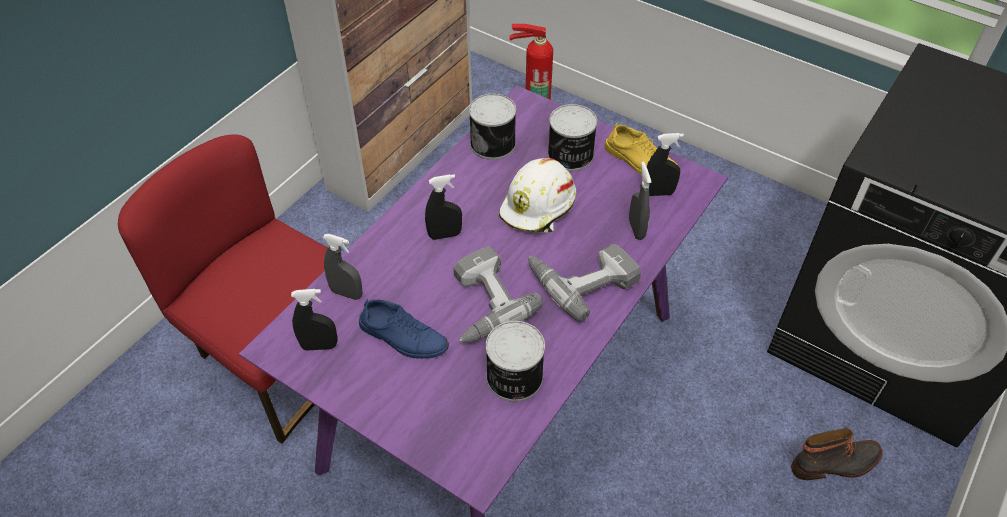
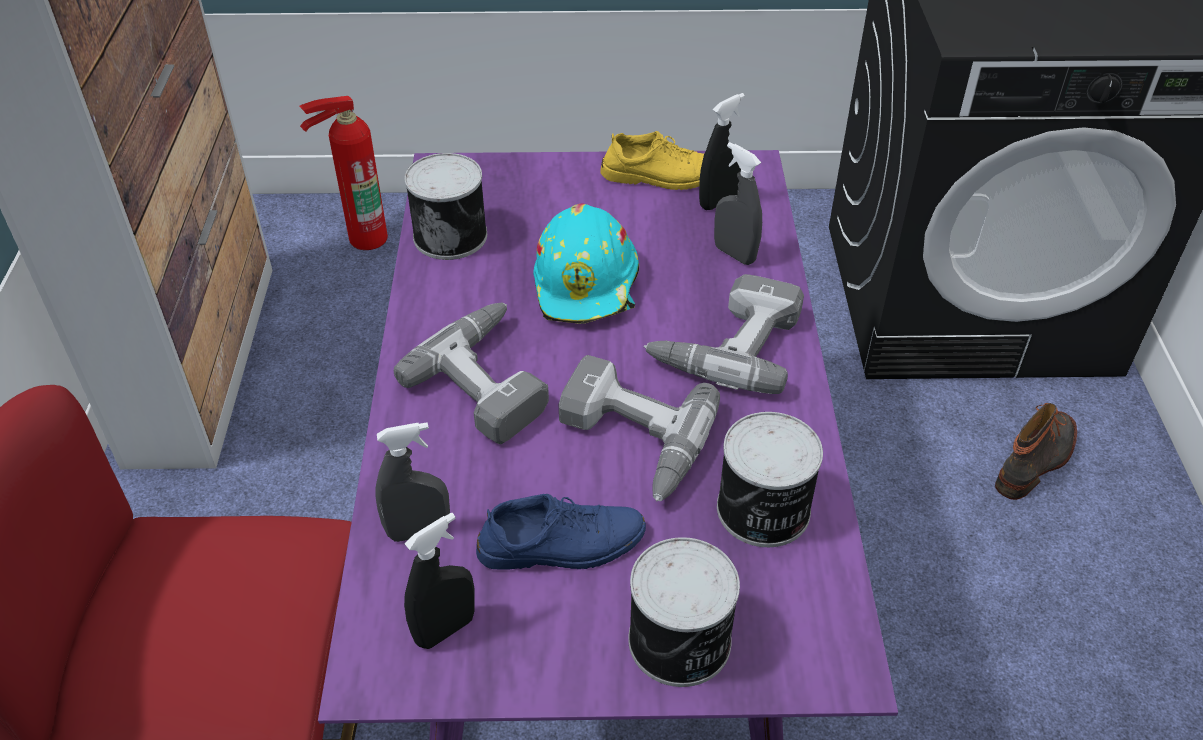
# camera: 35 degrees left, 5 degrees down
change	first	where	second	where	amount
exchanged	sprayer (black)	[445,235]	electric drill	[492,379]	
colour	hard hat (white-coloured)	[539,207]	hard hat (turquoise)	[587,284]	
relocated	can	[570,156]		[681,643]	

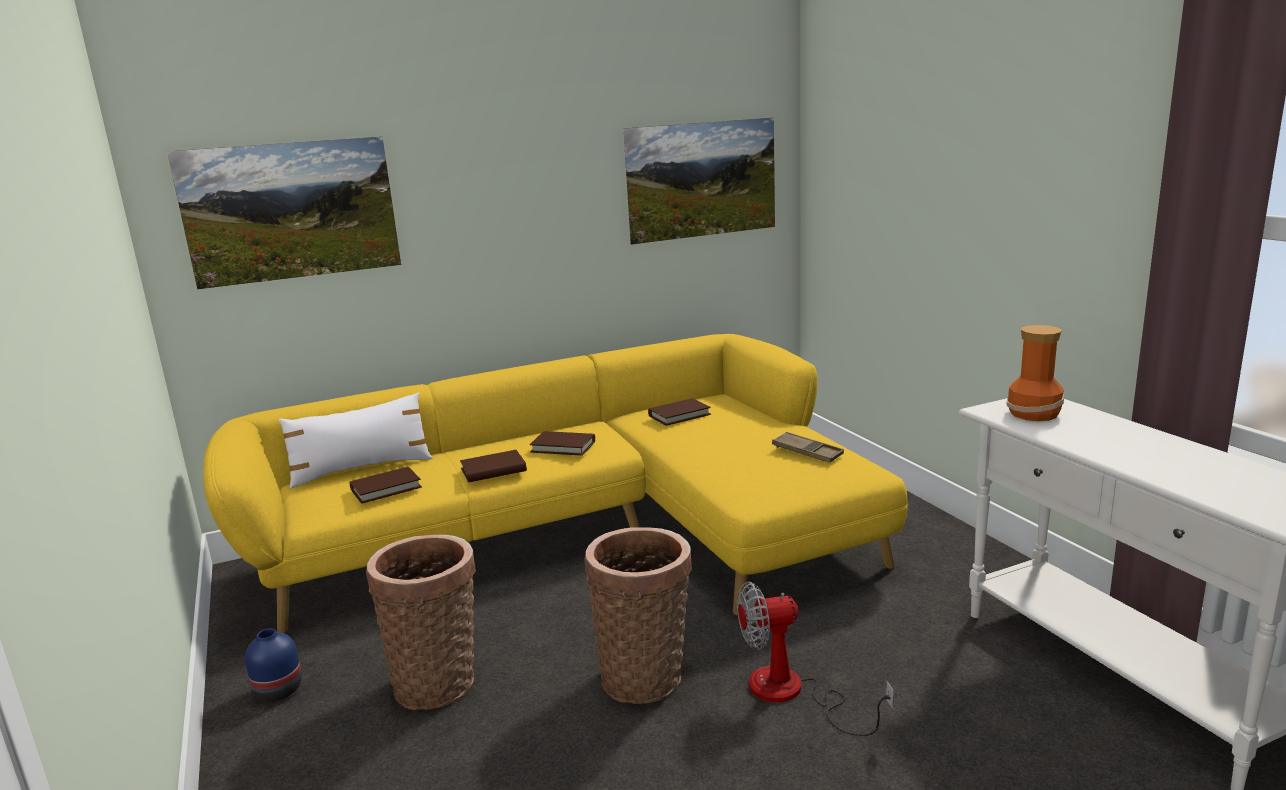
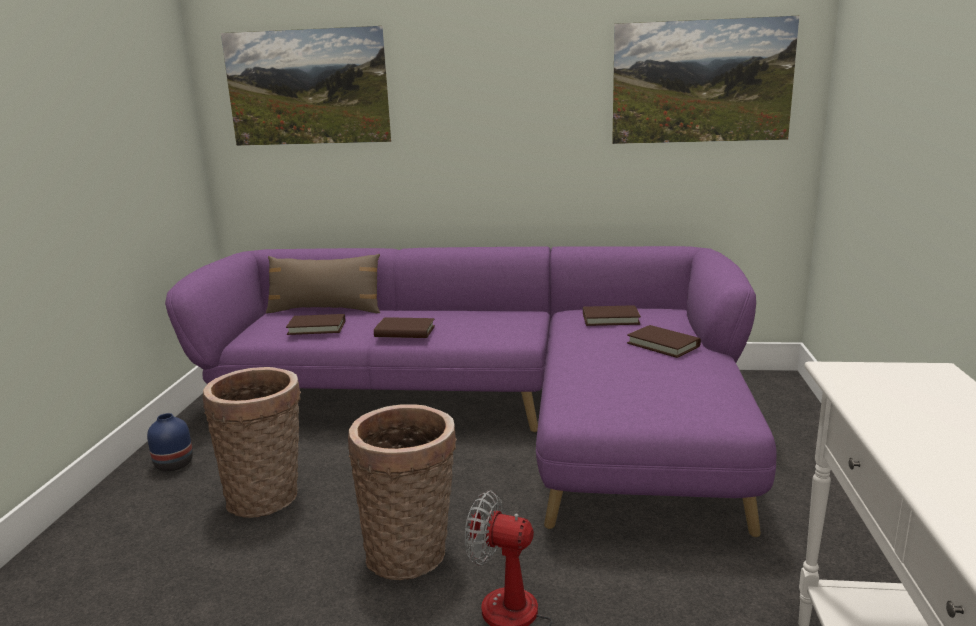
# camera: 30 degrees right, 0 degrees up
change	first	where	second	where	amount
colour	sofa (yellowish)	[588,536]	sofa (purple)	[497,415]	
colour	cushion (white-coloured)	[361,469]	cushion (brownish)	[325,310]	
relocated	book (brownish)	[563,446]		[663,345]	
missing	serving tray (brownish)	[807,452]			
missing	decorative vase	[1035,414]			

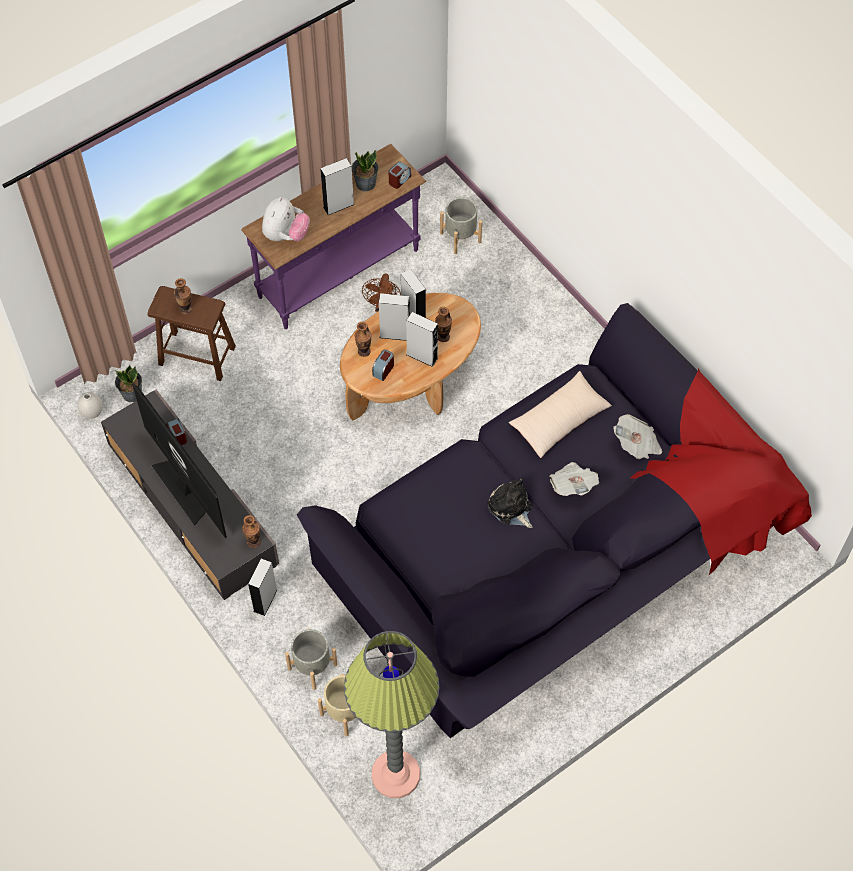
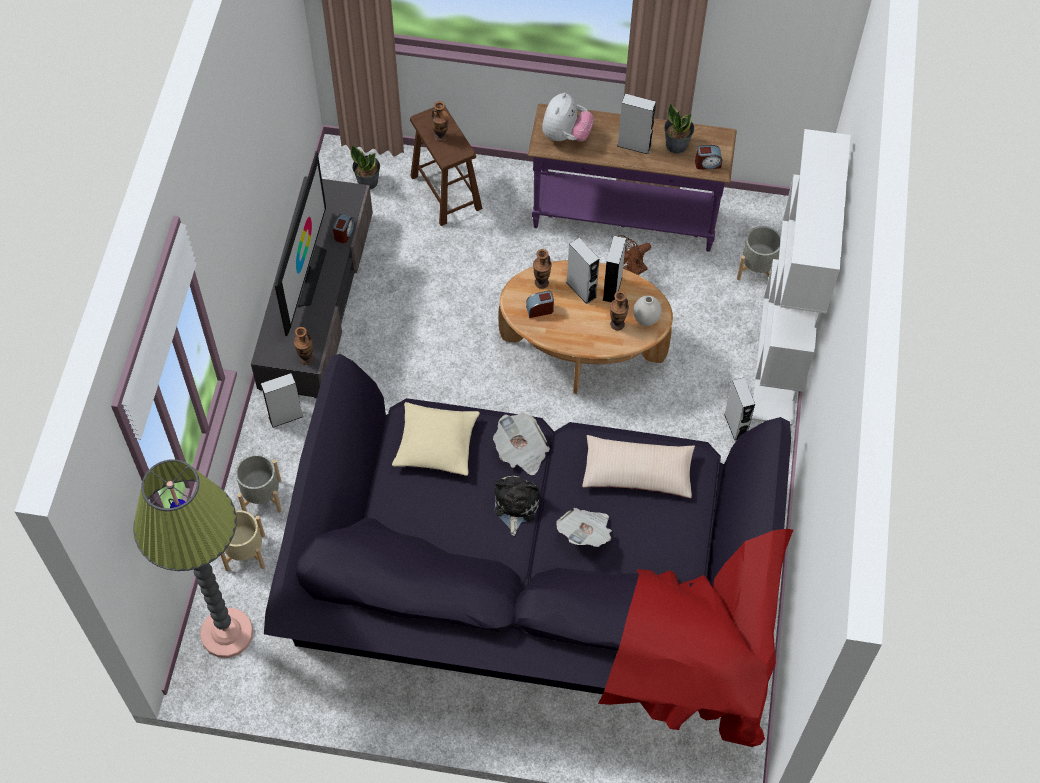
# camera: 45 degrees right, 0 degrees up
change	first	where	second	where	amount
relocated	decorative vase (white-coloured)	[93,413]		[646,320]	
spun	plush toy	[286,235]		[565,135]	45 degrees counterclockwise
relocated	audio speaker (gray)	[422,356]		[735,425]	
relocated	printed paper	[637,445]		[521,451]	
appeared			cushion (beige)	[436,444]	
appeared			bookcase (white-coloured)	[778,360]	

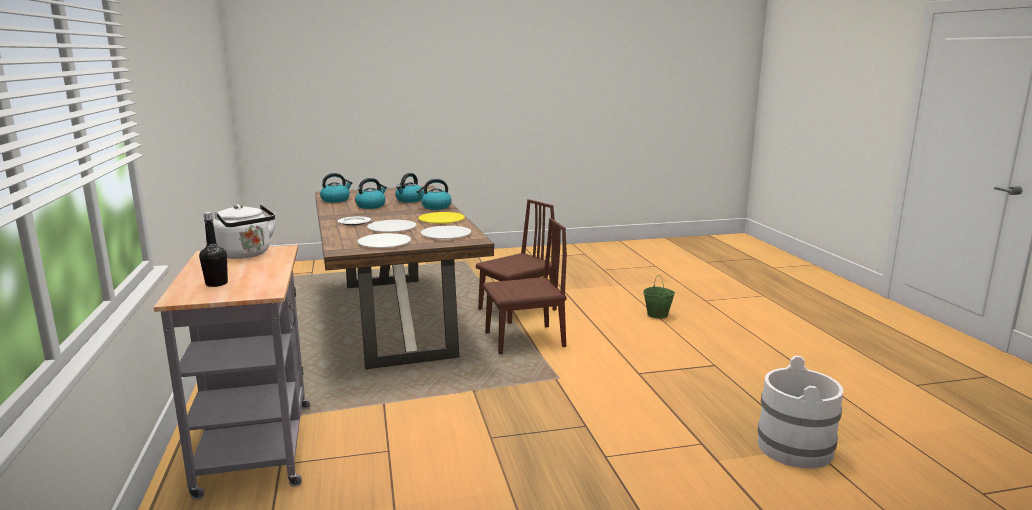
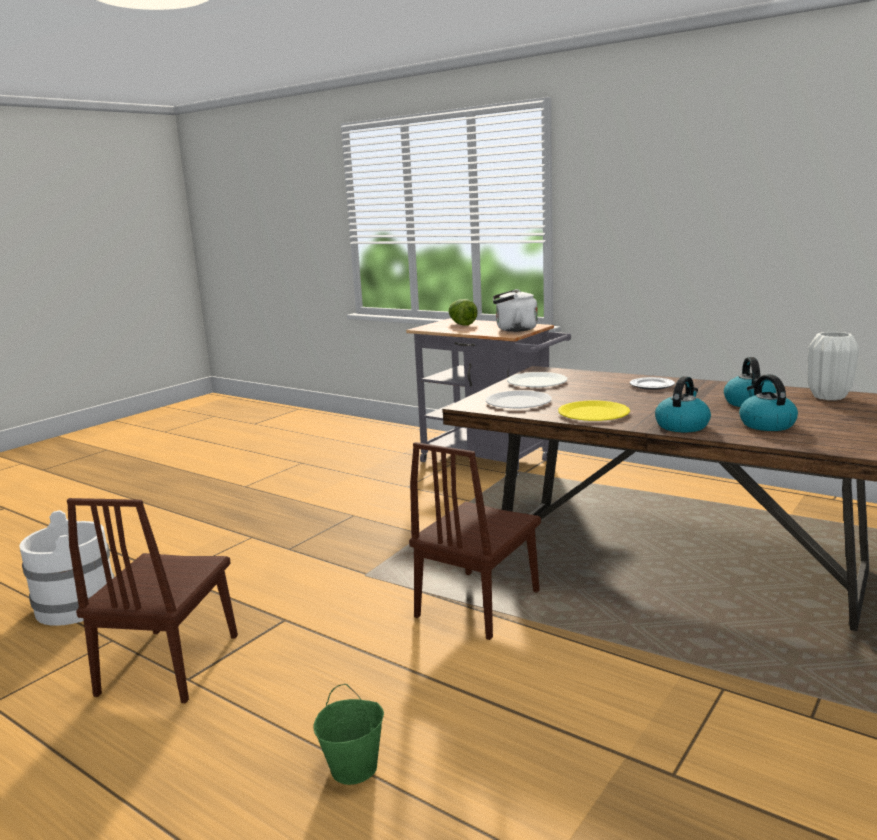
# camera: 140 degrees right, 0 degrees up
change	first	where	second	where	amount
exchanged	beverage bottle (black)	[216,283]	lettuce	[461,324]	
exchanged	water kettle	[336,200]	decorative vase (white-coloured)	[829,397]	
missing	flat dish (white-coloured)	[392,228]			
relocated	plain chair (brownish)	[517,310]		[169,664]	

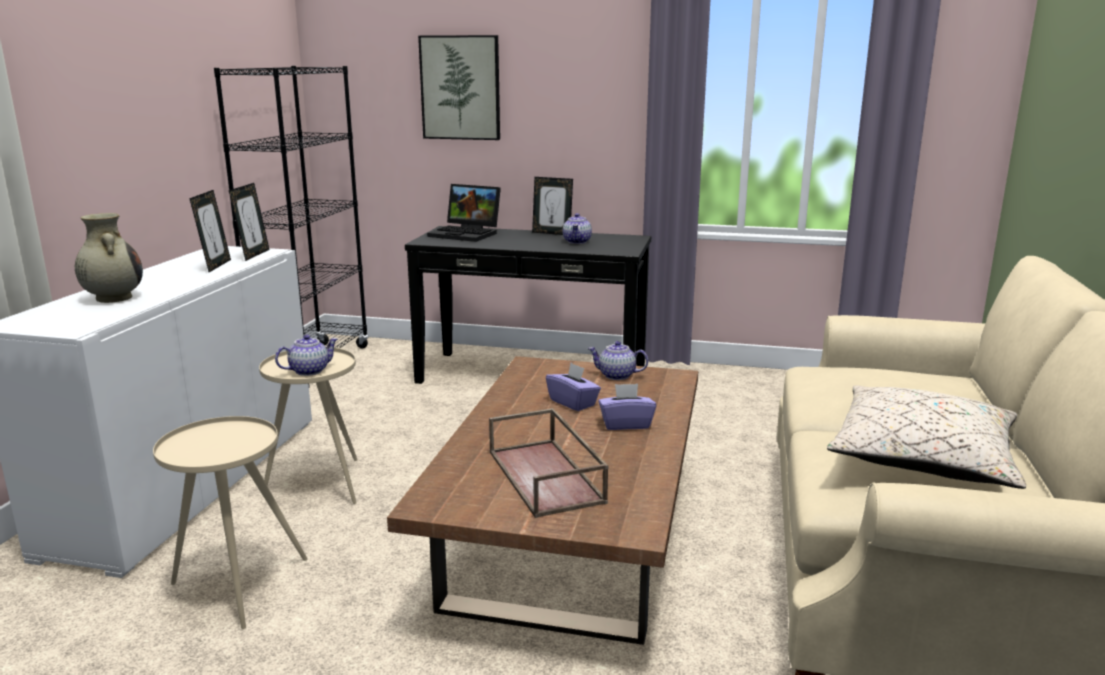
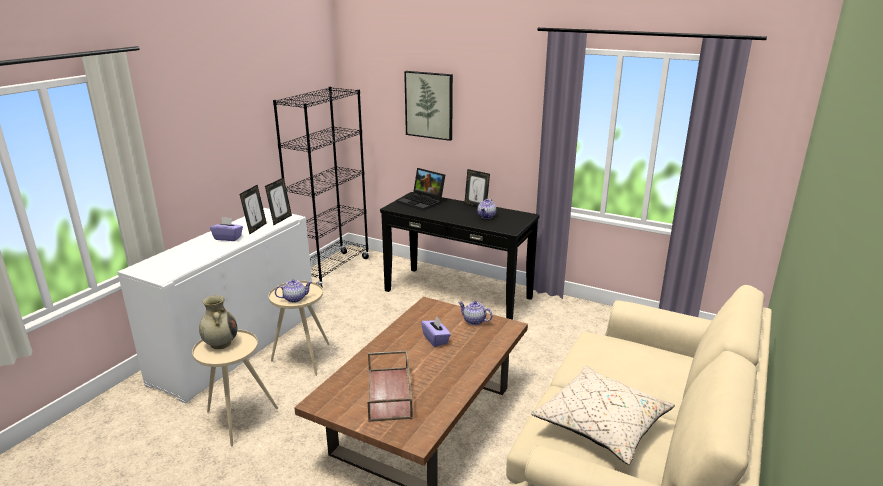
# camera: 15 degrees right, 5 degrees up
change	first	where	second	where	amount
relocated	decorative vase (beige)	[113,298]		[220,343]	
relocated	box of tissues (purple)	[626,424]		[228,238]	

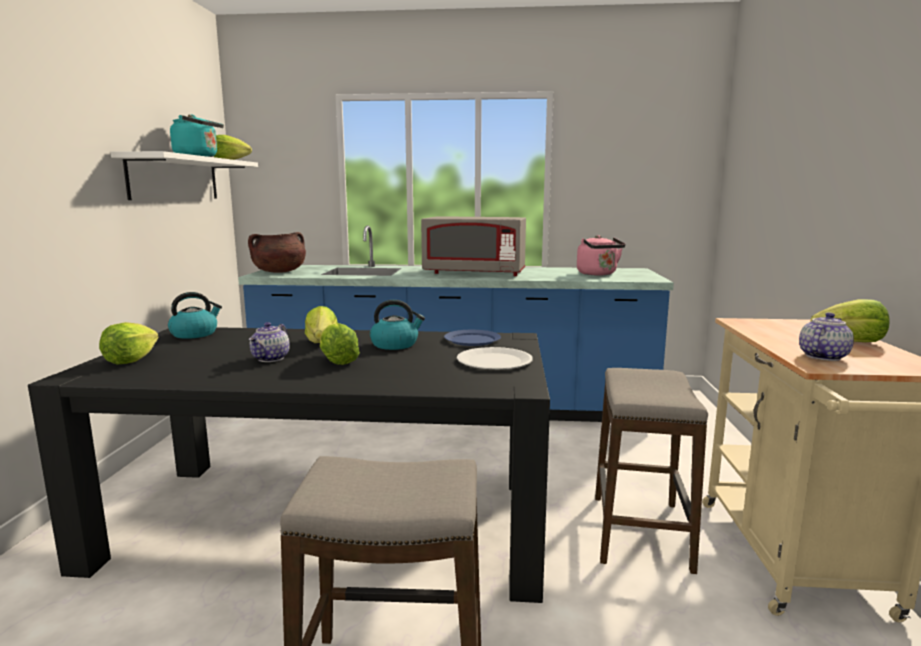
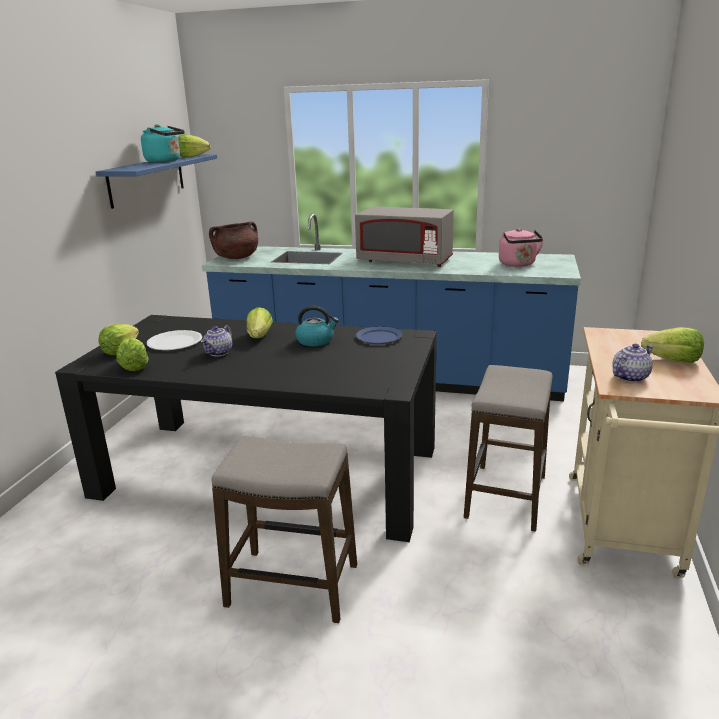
# camera: 10 degrees right, 10 degrees up
change	first	where	second	where	amount
colour	shelf (white-coloured)	[175,178]	shelf (bluish)	[147,179]	
missing	water kettle	[195,334]			
relocated	lettuce	[337,361]		[134,366]	
relocated	flat dish (white-coloured)	[494,361]		[175,342]	

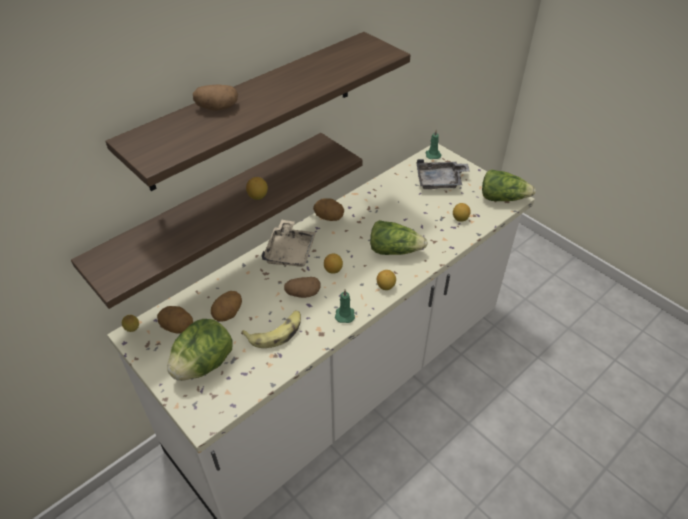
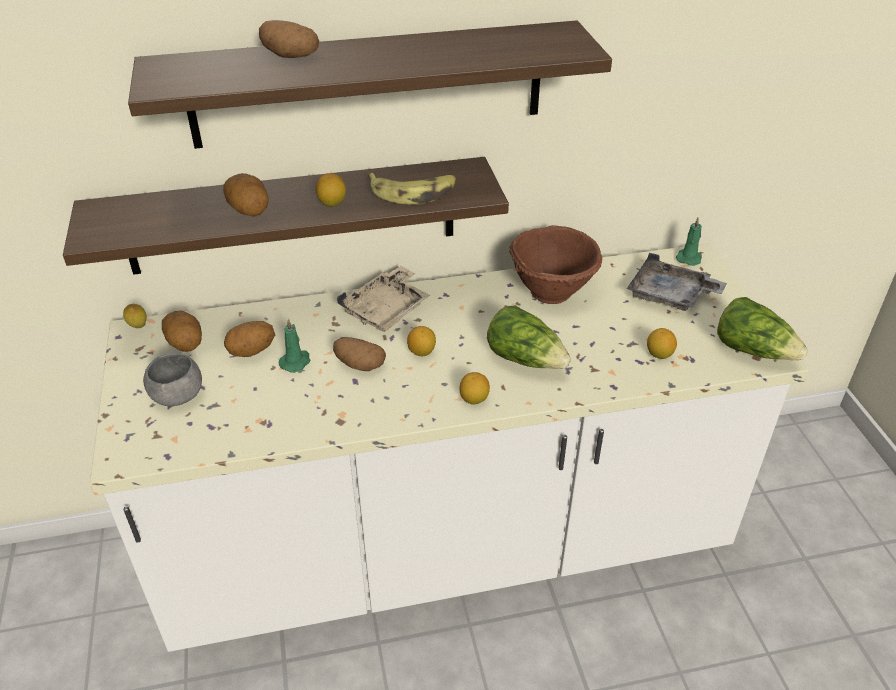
# camera: 30 degrees right, 5 degrees down
change	first	where	second	where	amount
exchanged	lettuce	[204,364]	serving bowl (gray)	[177,396]	
relocated	banana	[276,332]		[413,193]	
relocated	potato	[329,217]		[249,211]	
relocated	candle (green)	[345,314]		[296,362]	
appeared			serving bowl (brownish)	[552,290]	

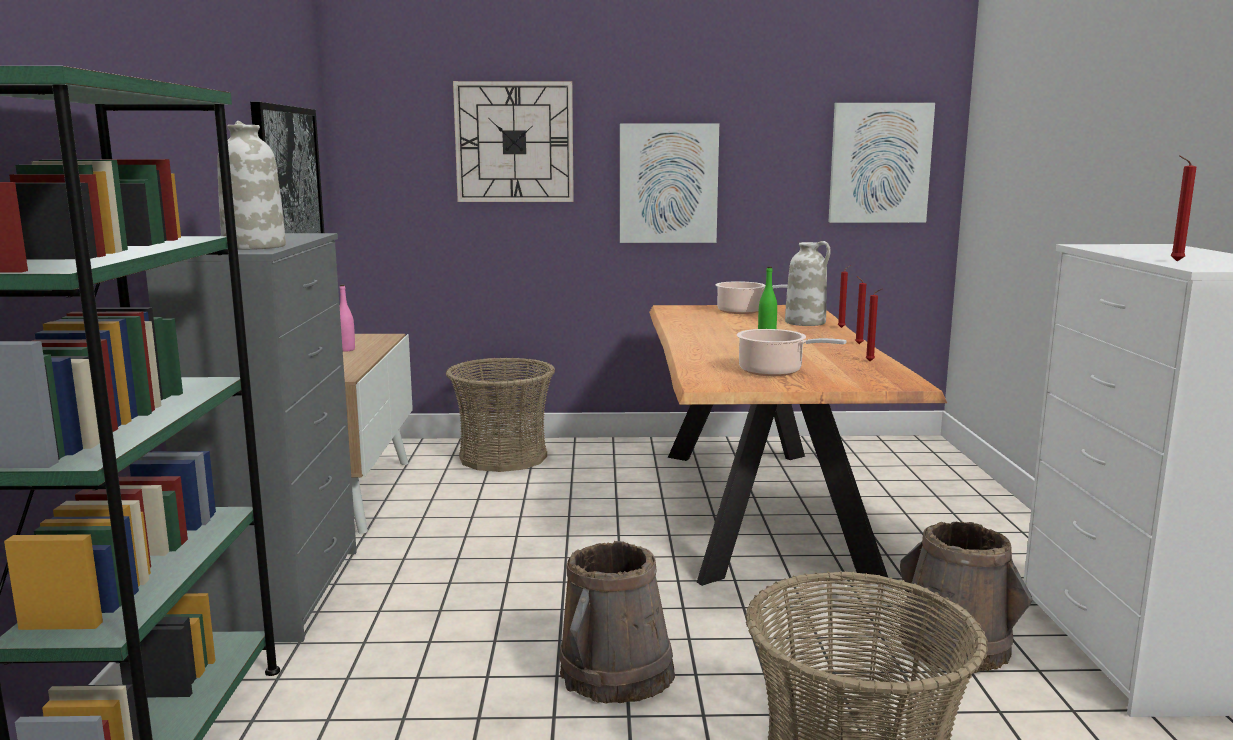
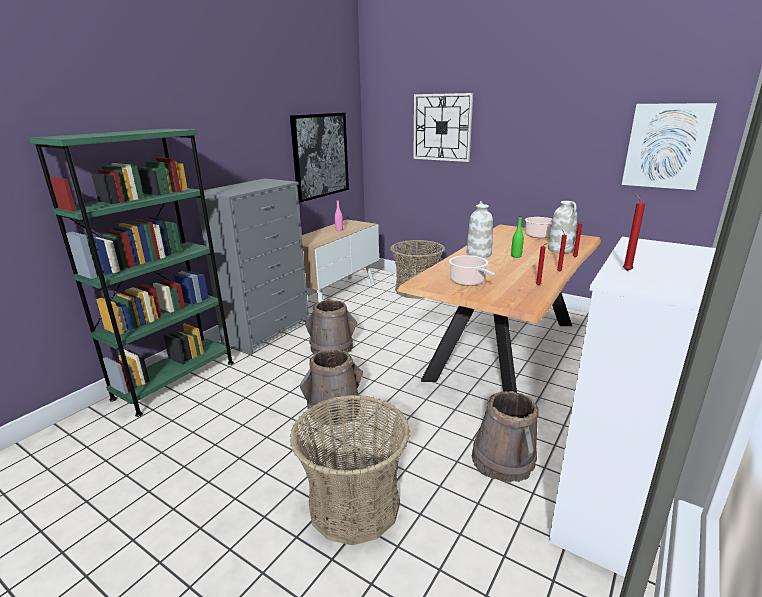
# camera: 35 degrees right, 10 degrees up
change	first	where	second	where	amount
relocated	decorative vase (white-coloured)	[253,246]		[478,254]	
missing	wall picture	[668,183]			
appeared			pail (brownish)	[332,348]	

